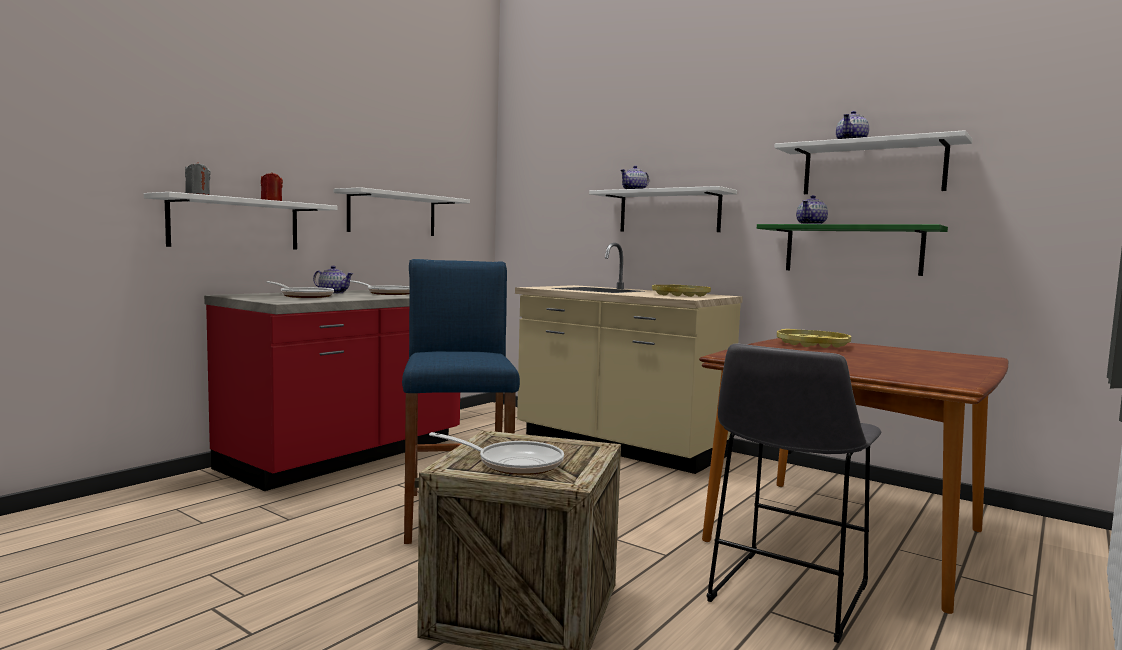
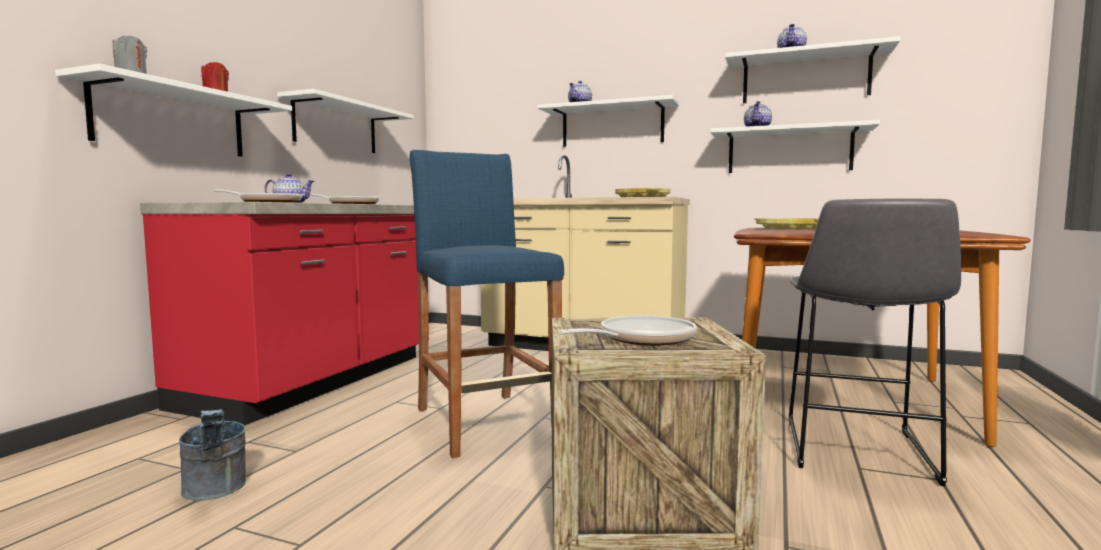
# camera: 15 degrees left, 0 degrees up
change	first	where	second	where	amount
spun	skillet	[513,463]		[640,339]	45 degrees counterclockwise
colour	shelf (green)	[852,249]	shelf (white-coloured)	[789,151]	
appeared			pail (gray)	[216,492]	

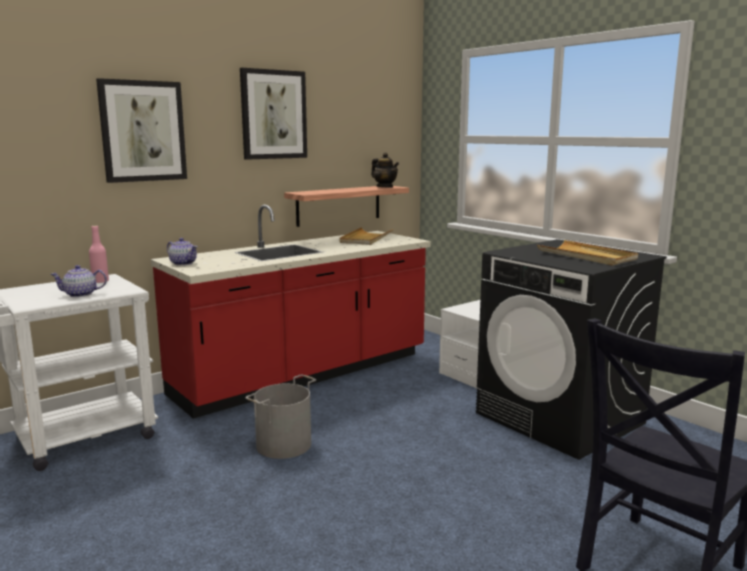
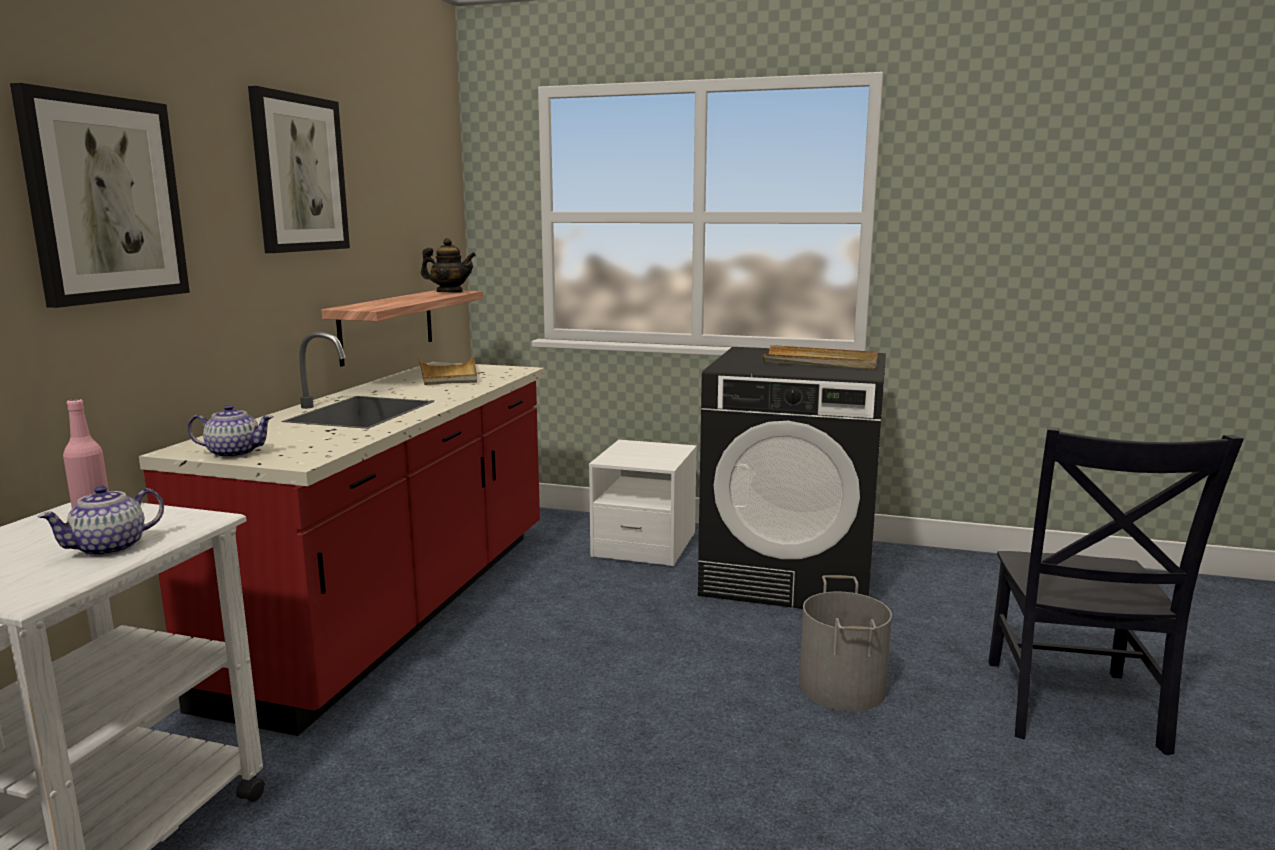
# camera: 35 degrees left, 0 degrees up
change	first	where	second	where	amount
relocated	pail (gray)	[284,445]		[843,687]	

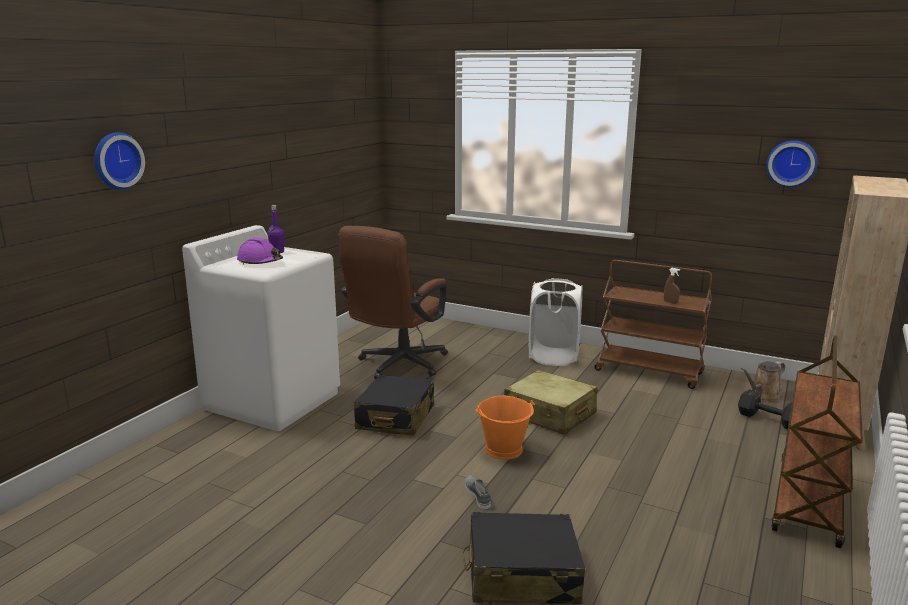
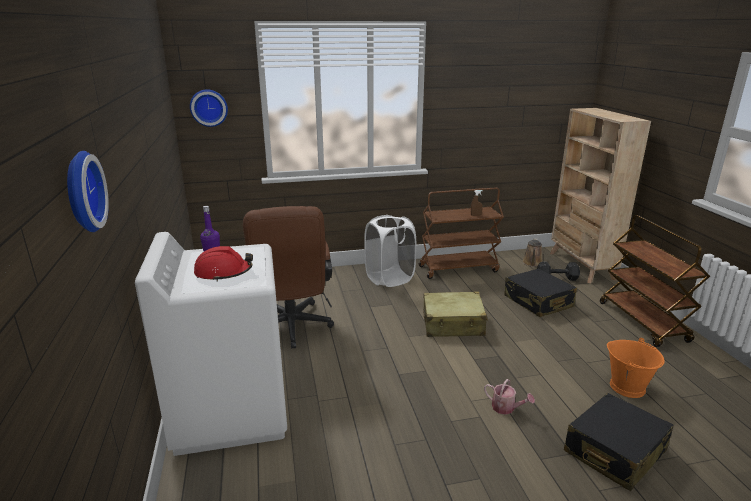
# camera: 40 degrees left, 5 degrees up
change	first	where	second	where	amount
colour	hard hat (purple)	[260,262]	hard hat (red-coloured)	[223,273]	
relocated	piece of luggage (black)	[395,418]		[538,302]	
exchanged	item of footwear (gray)	[478,494]	watering pot	[506,408]	
relocated	pail (orange-coloured)	[504,449]		[627,387]	
relocated	wall clock	[791,163]		[209,107]	

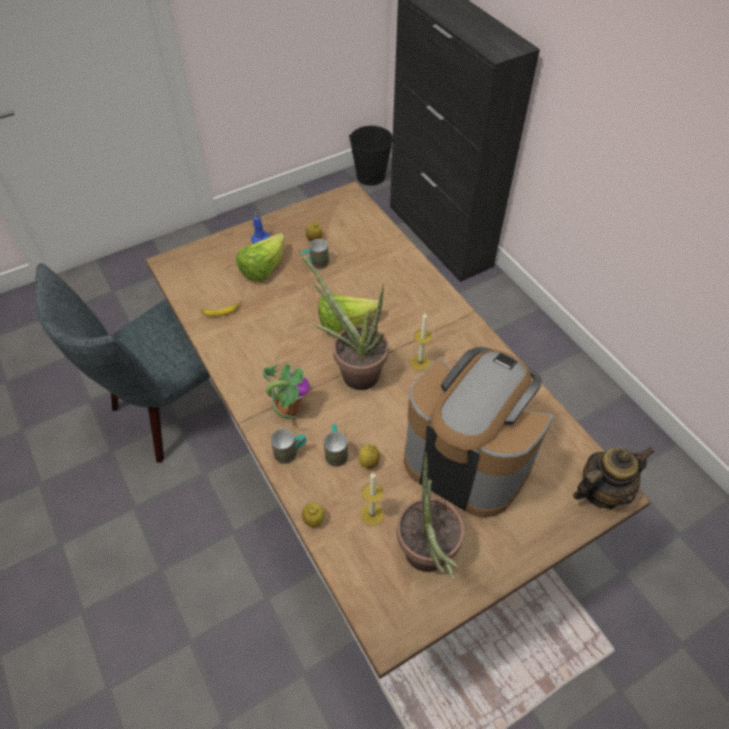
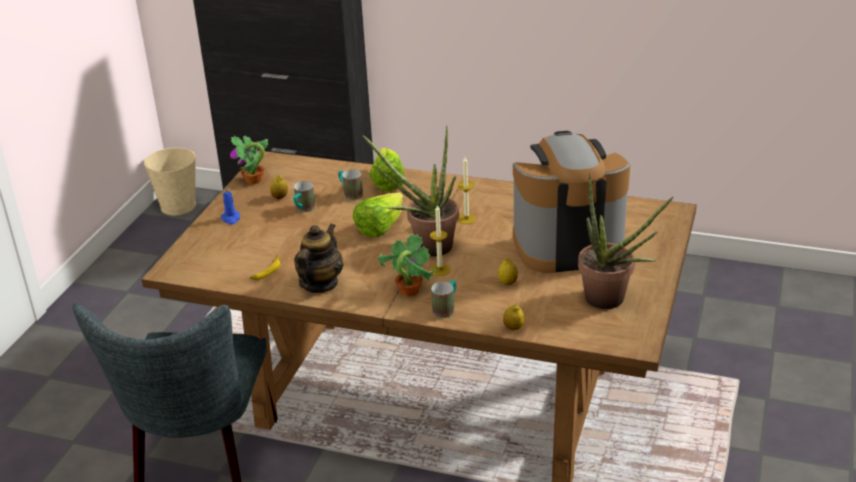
# camera: 40 degrees left, 20 degrees down
change	first	where	second	where	amount
relocated	lettuce	[263,269]		[387,182]	
relocated	mug	[336,452]		[350,194]	
colour	pail (black)	[370,176]	pail (beige)	[178,206]	
relocated	candle	[372,514]		[440,270]	
relocated	tea pot	[601,491]		[320,284]	
appeared			houseplant	[253,180]	

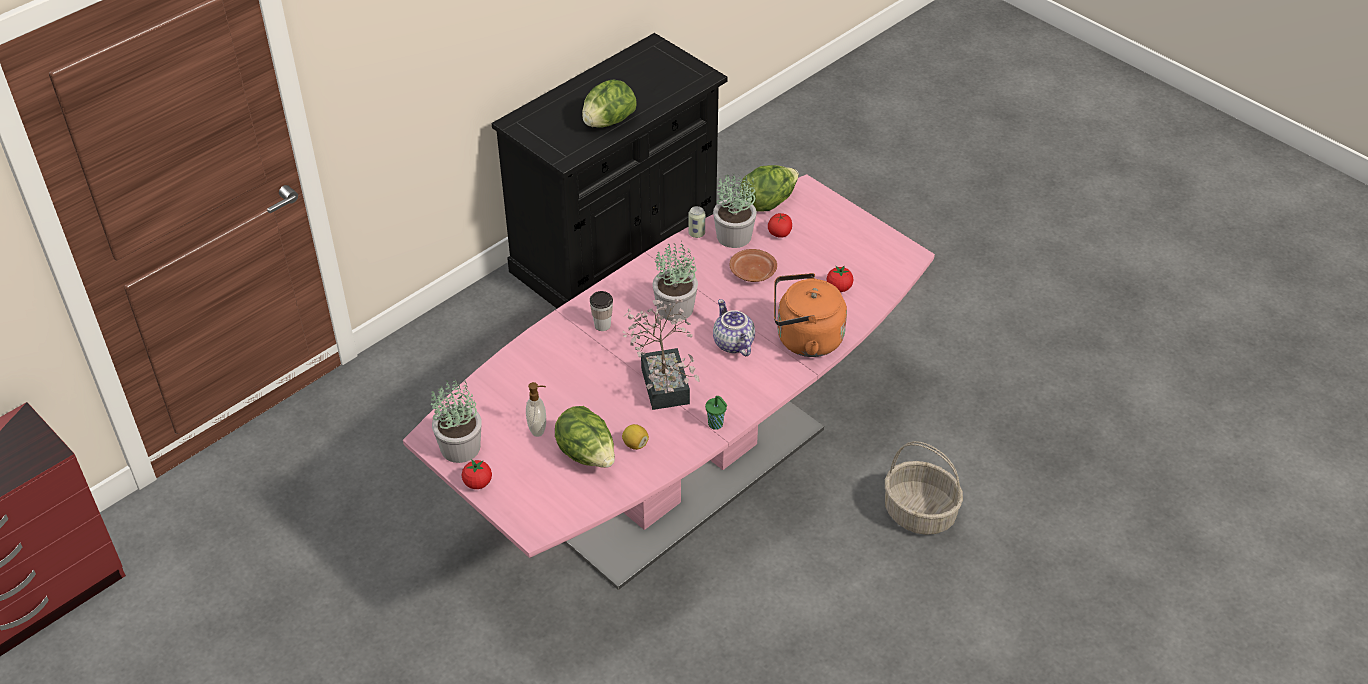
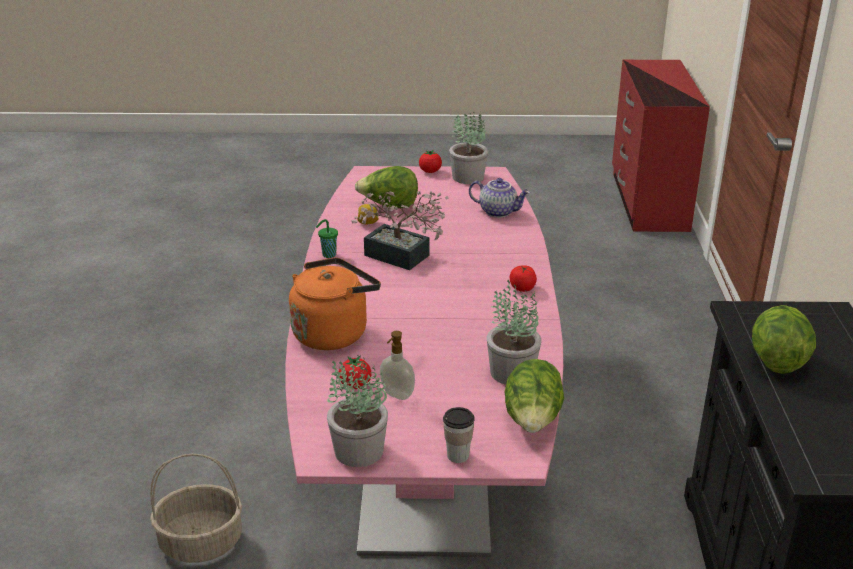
# camera: 135 degrees right, 15 degrees down
change	first	where	second	where	amount
relocated	liquid soap bottle	[538,428]		[396,395]	
relocated	cup	[602,325]		[458,455]	
relocated	houseplant	[676,308]		[358,451]	
missing	can	[696,234]			
relocated	tea pot	[732,343]		[498,211]	
missing	flat dish (brownish)	[752,272]			
relocated	tomato	[779,233]		[522,288]	

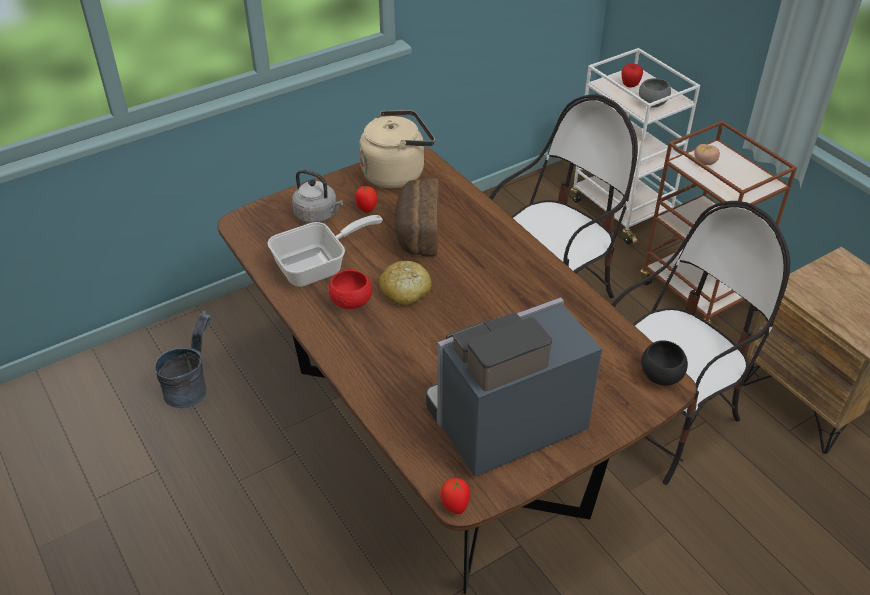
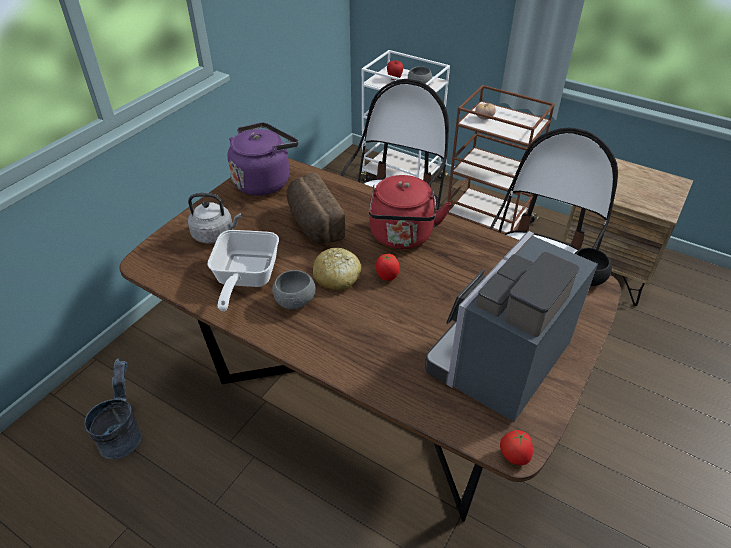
# camera: 25 degrees left, 0 degrees up
change	first	where	second	where	amount
spun	skillet	[318,266]		[244,279]	150 degrees clockwise
colour	serving bowl (red-coloured)	[351,302]	serving bowl (gray)	[295,301]	
relocated	tomato	[366,209]		[386,276]	
colour	water kettle (beige)	[397,173]	water kettle (purple)	[264,181]	
appeared			water kettle (red-coloured)	[402,237]	

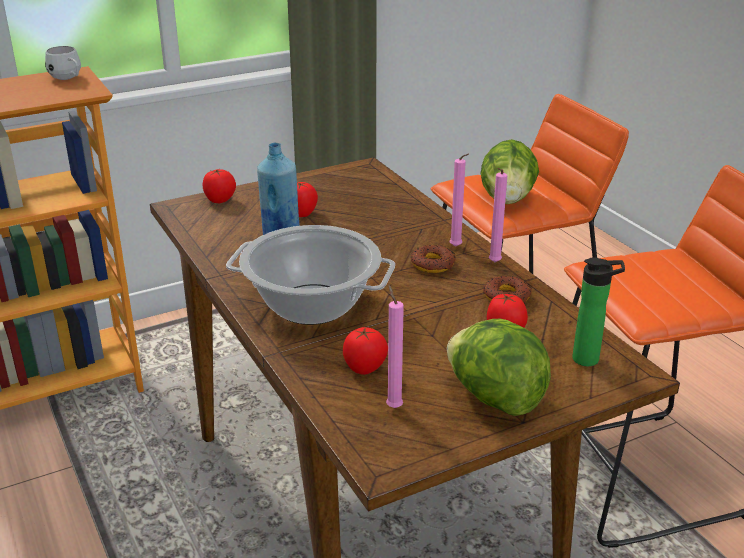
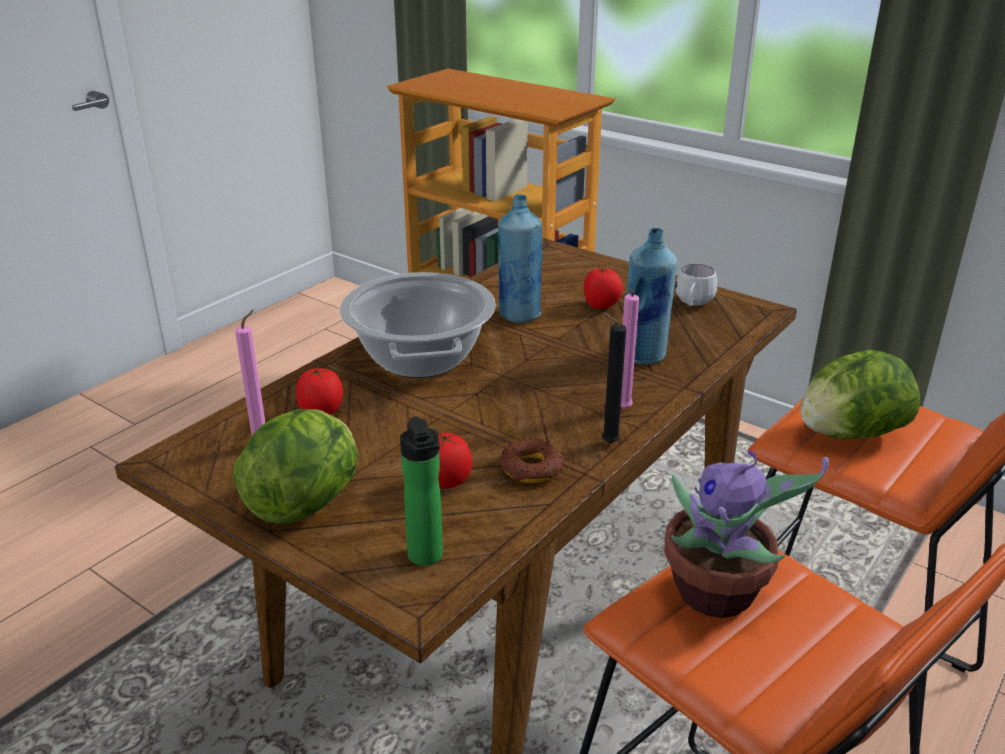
# camera: 65 degrees right, 0 degrees up
change	first	where	second	where	amount
relocated	mug (white-coloured)	[68,79]		[693,305]	
missing	tomato	[220,200]			
missing	donut	[433,264]			
colour	candle (pink)	[493,263]	candle (black)	[607,443]	
appeared			beverage bottle (bluish)	[644,356]	
appeared			houseplant	[717,595]	

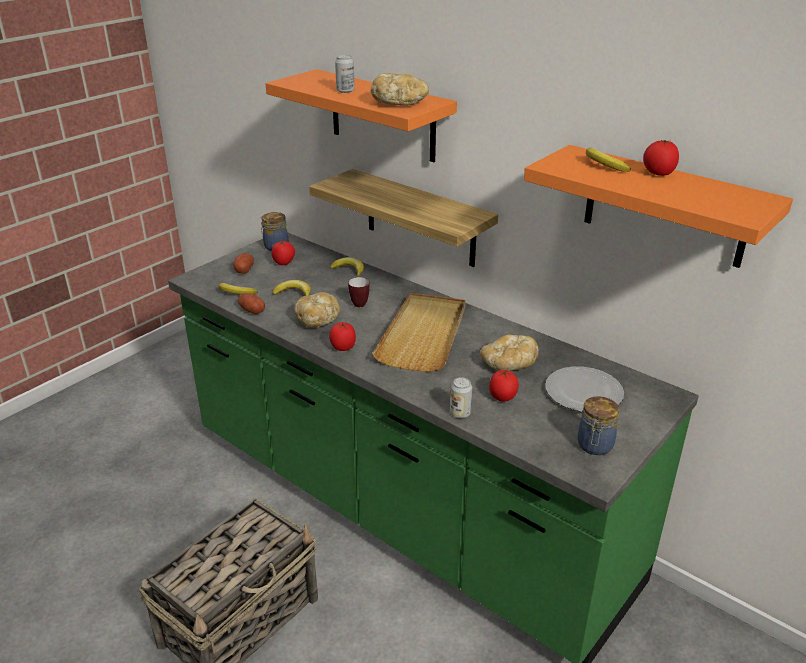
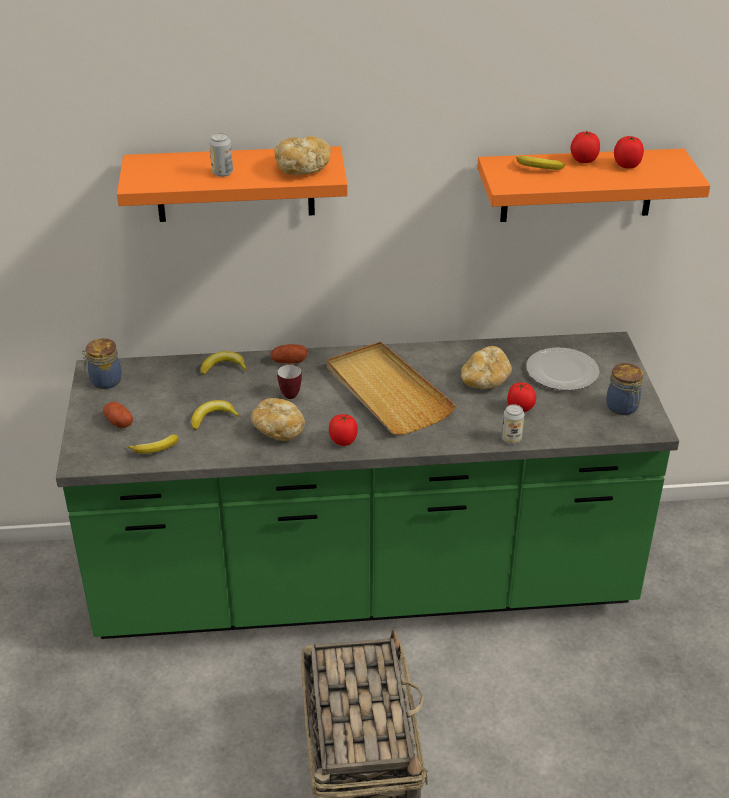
# camera: 45 degrees left, 5 degrees up
change	first	where	second	where	amount
relocated	potato	[252,310]		[289,362]	
relocated	tomato	[284,263]		[627,165]	
missing	shelf	[420,218]			

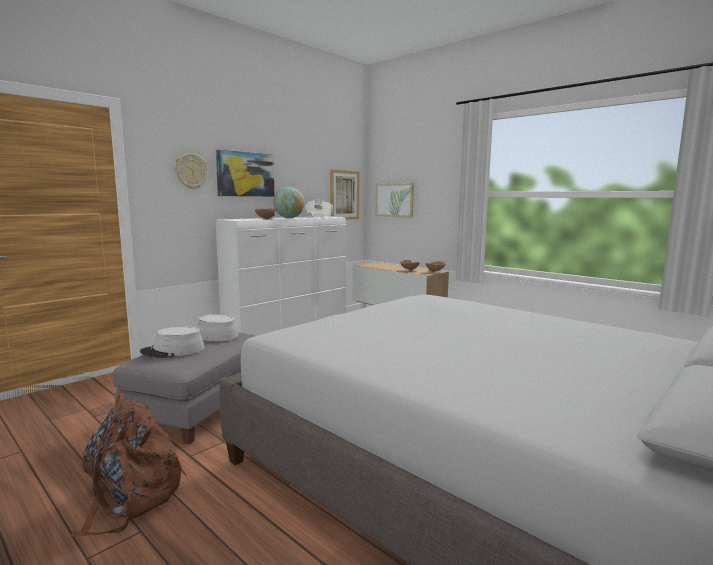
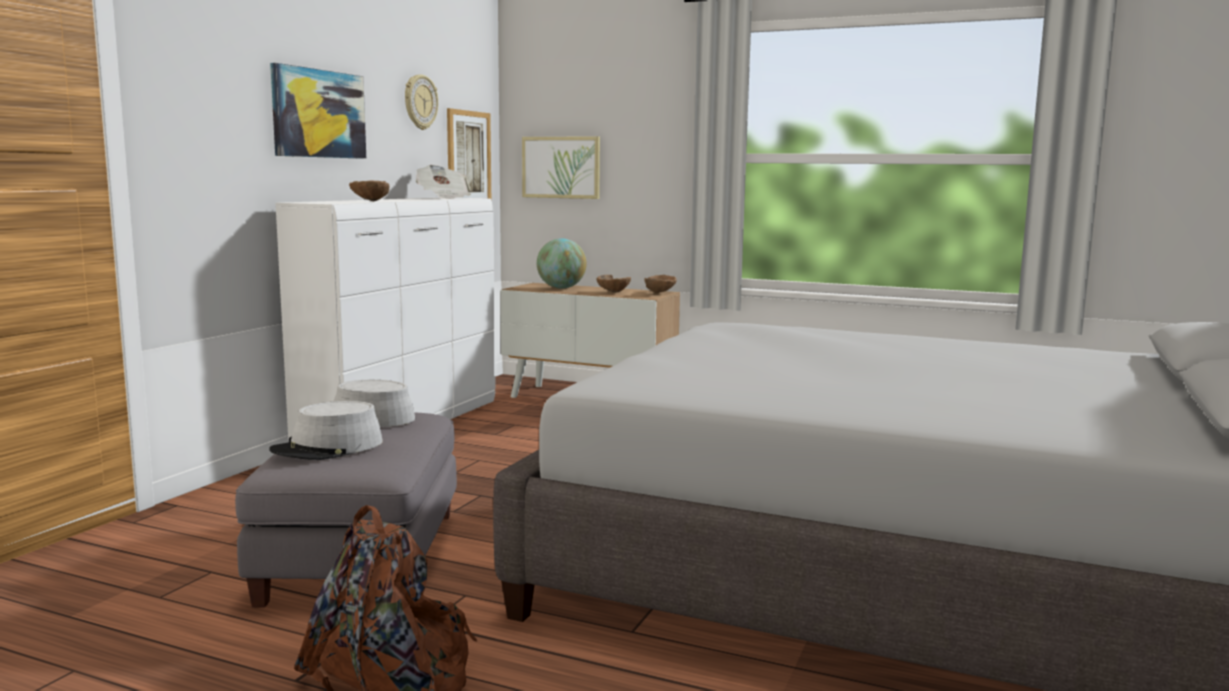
# camera: 20 degrees left, 0 degrees up
change	first	where	second	where	amount
relocated	wall clock	[191,171]		[420,102]	
relocated	desk globe	[289,218]		[561,288]	

